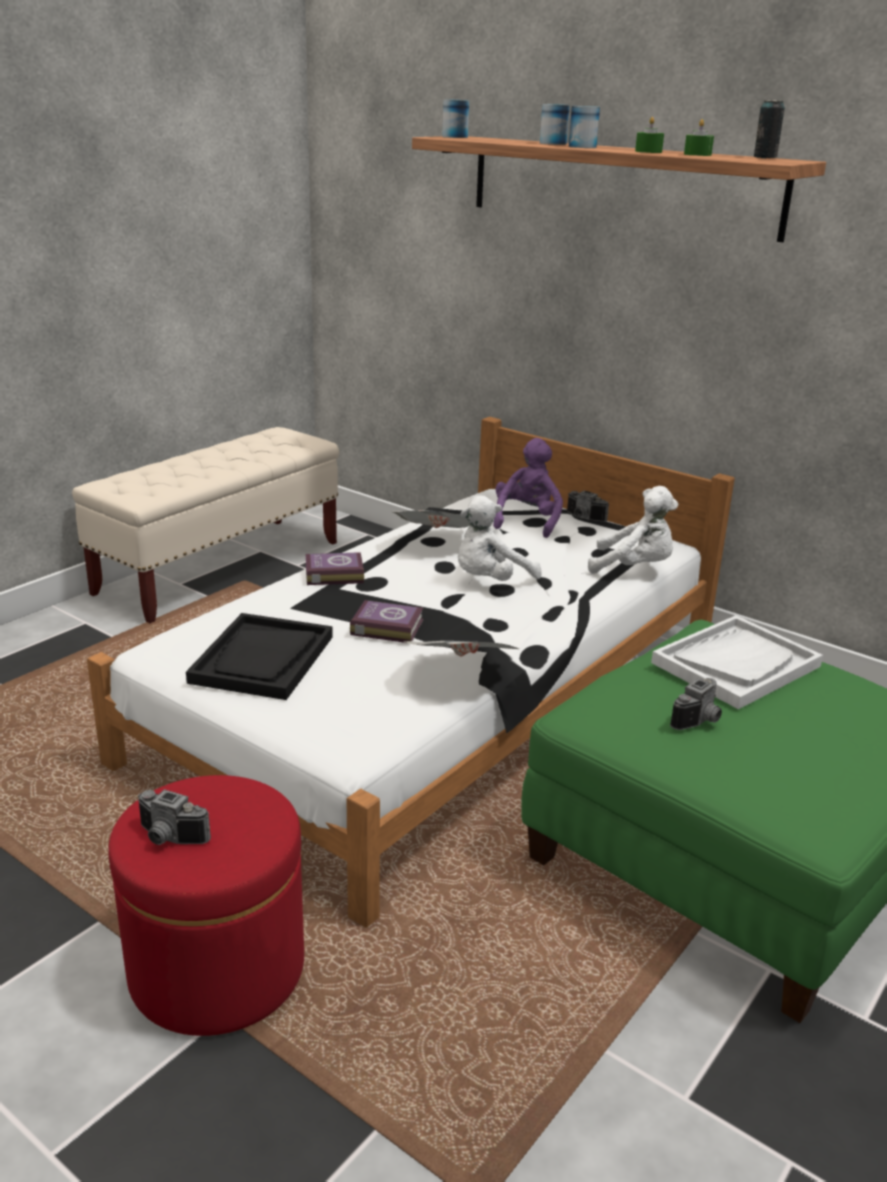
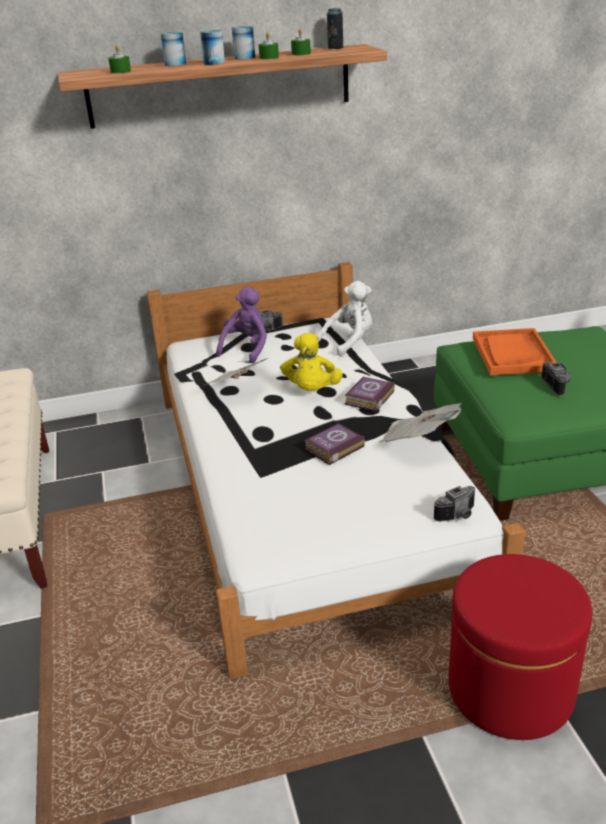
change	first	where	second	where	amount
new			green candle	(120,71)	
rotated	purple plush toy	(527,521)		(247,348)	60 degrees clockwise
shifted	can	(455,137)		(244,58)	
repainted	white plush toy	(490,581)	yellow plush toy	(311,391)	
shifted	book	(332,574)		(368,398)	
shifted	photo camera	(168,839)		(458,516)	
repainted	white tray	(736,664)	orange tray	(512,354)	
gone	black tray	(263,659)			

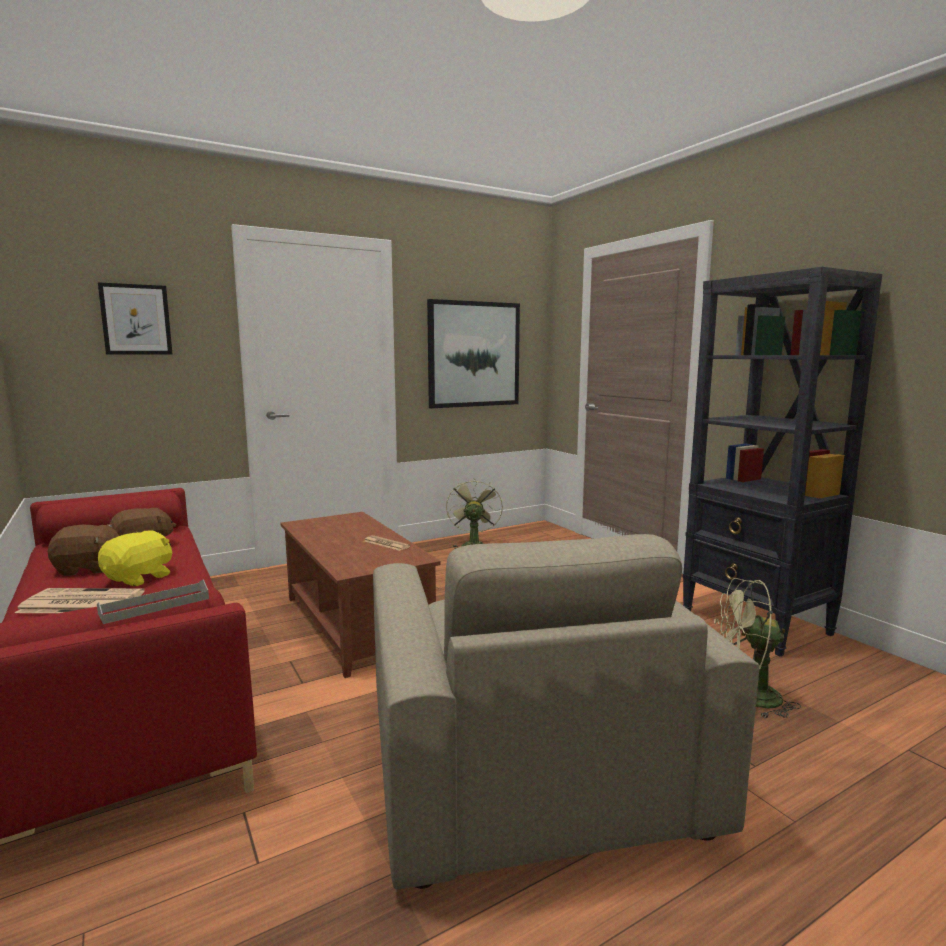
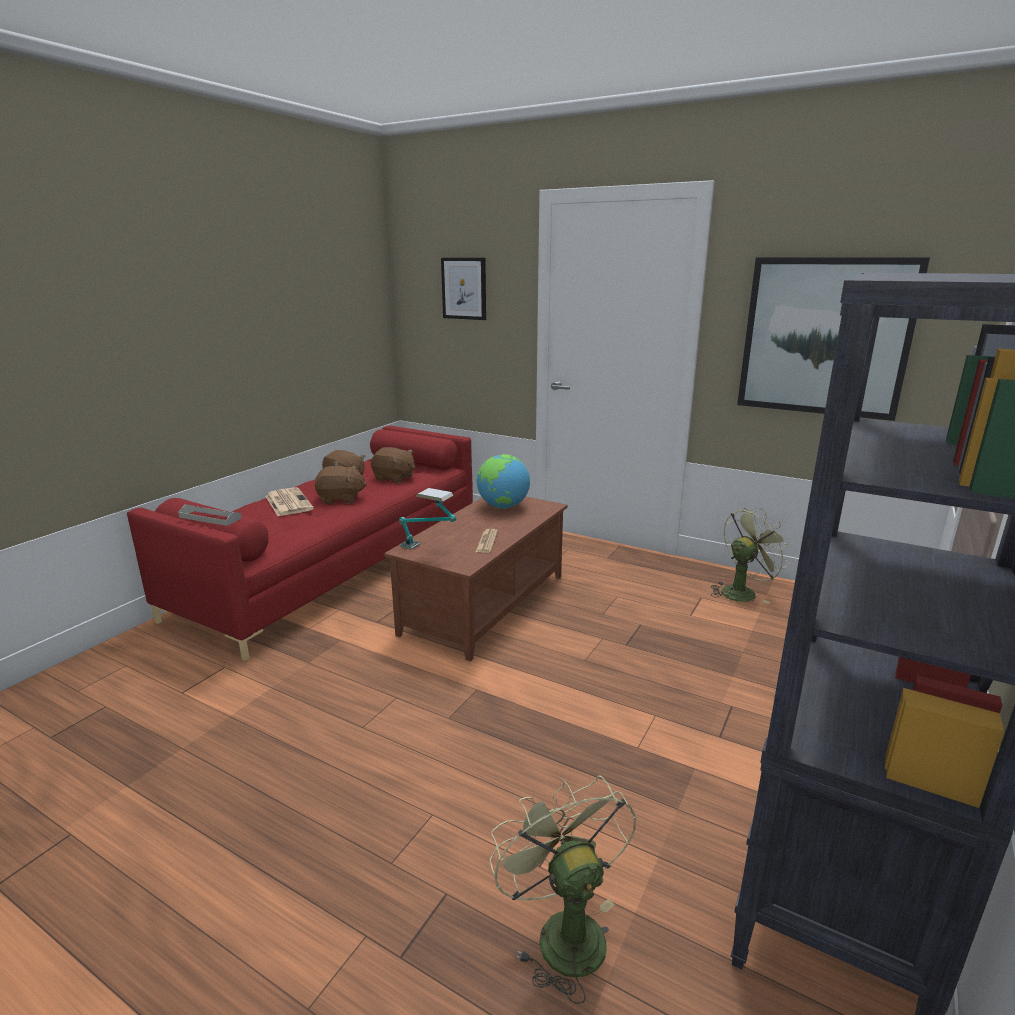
change	first	where	second	where	amount
repainted	yellow plush toy	(140,578)	brown plush toy	(341,499)	
new			table lamp	(428,550)	
new			globe	(503,507)	
gone	beige armchair	(525,755)			

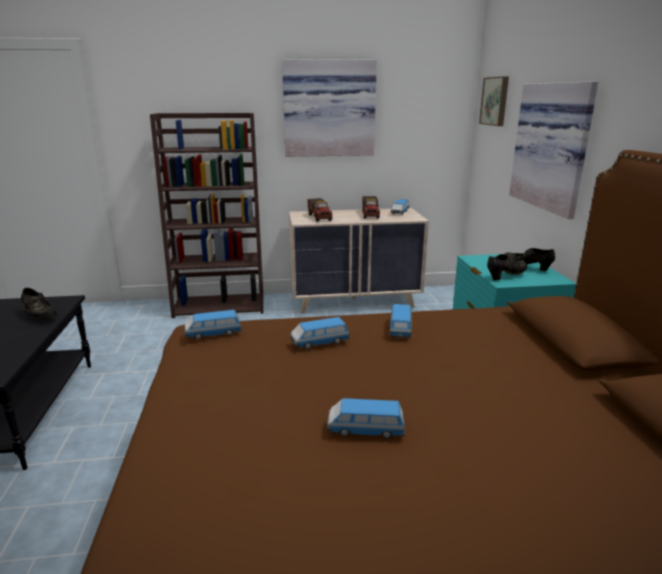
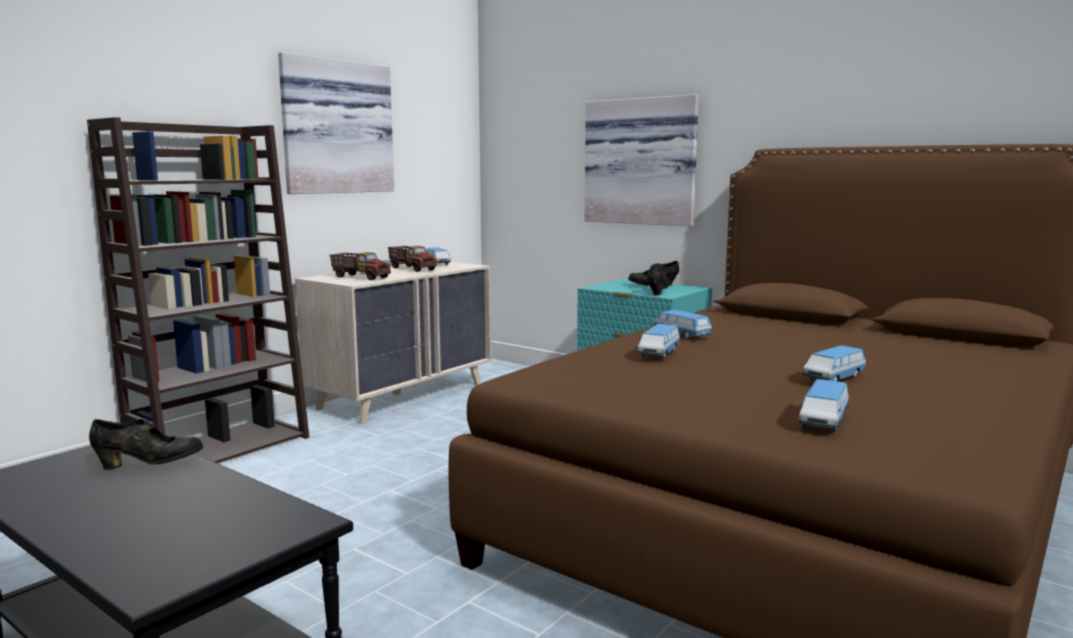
change	first	where	second	where	amount
shifted	toy car	(213,333)		(823,422)	
gone	picture	(495,101)			

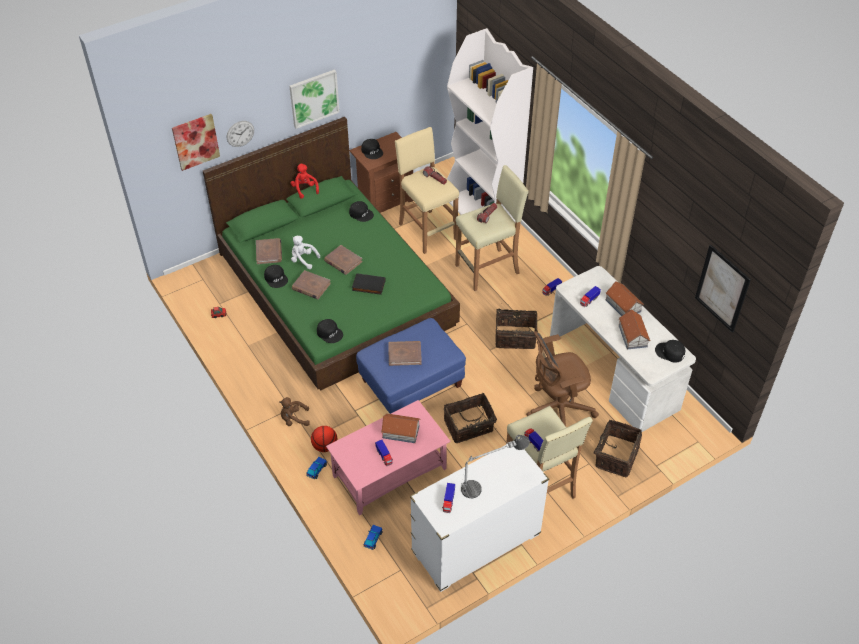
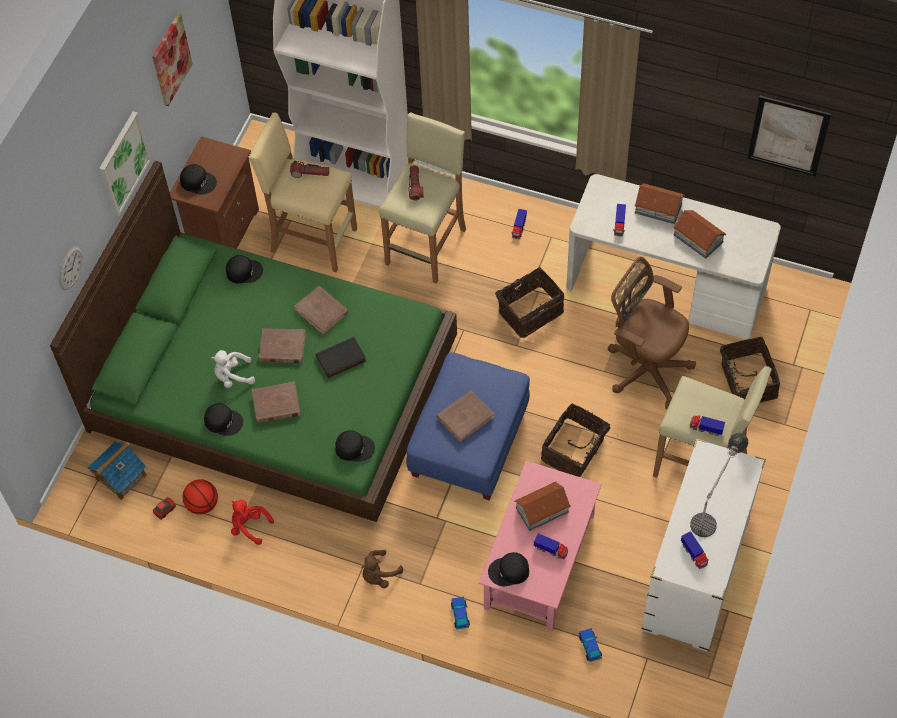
change	first	where	second	where	amount
new			toy house	(121,477)	
shifted	picture	(195,141)		(171,59)	
shifted	basketball	(325,446)		(202,504)	
shifted	red plush toy	(304,189)		(249,526)	
shifted	brown book	(269,252)		(321,311)	
shifted	black cap	(670,353)		(509,571)	
rotated	brown office chair	(556,409)		(645,368)	90 degrees clockwise

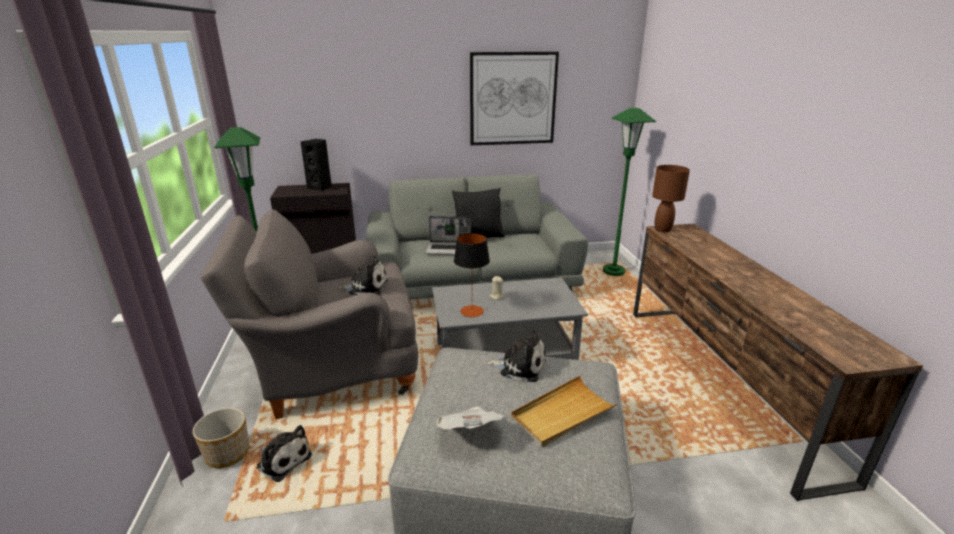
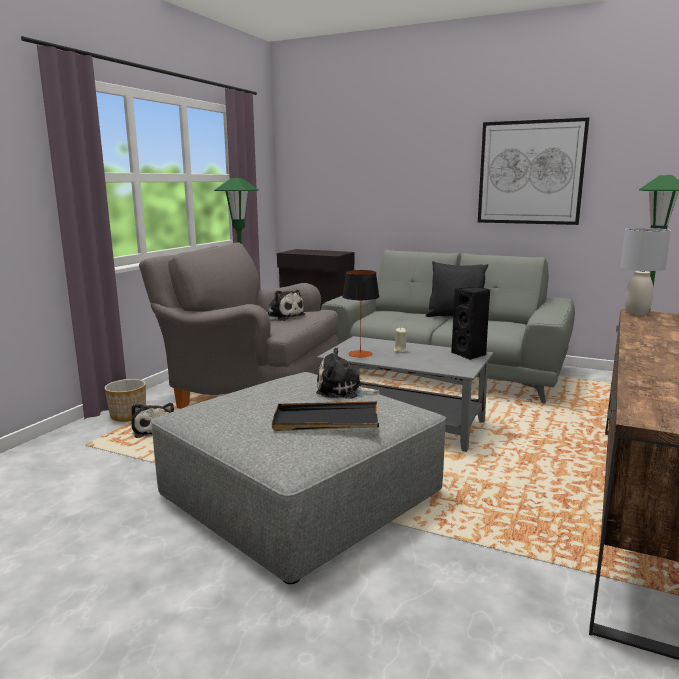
change	first	where	second	where	amount
repainted	beige tray	(562,413)	black tray	(326,421)	
rotated	plush toy	(520,366)		(342,391)	135 degrees clockwise
shifted	black speaker	(320,187)		(470,354)	
repainted	brown table lamp	(662,229)	grey table lamp	(637,313)	
gone	laptop	(449,249)			
gone	newspaper	(469,432)			

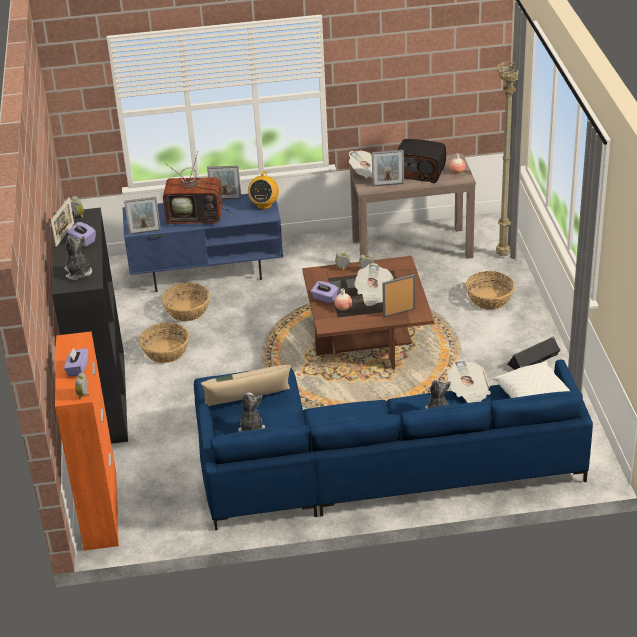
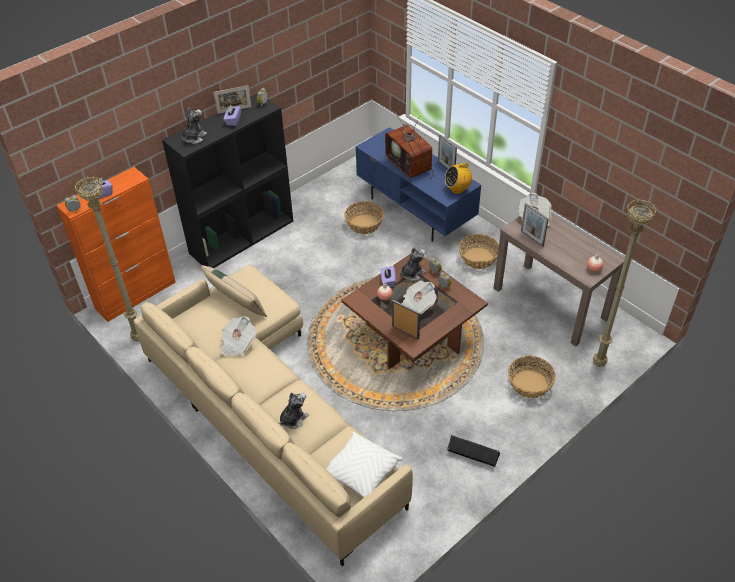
change	first	where	second	where	amount
new			beige floor lamp	(138,338)	
repainted	blue sofa	(369,465)	beige sofa	(268,410)	
shifted	newspaper	(468,392)		(237,344)	
shifted	plush toy	(251,428)		(412,273)	
shifted	basket	(165,351)		(478,258)	
gone	picture frame	(144,232)			
gone	radio	(420,172)			

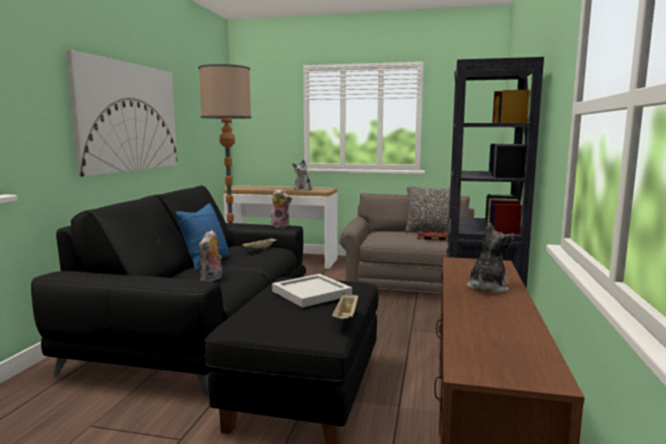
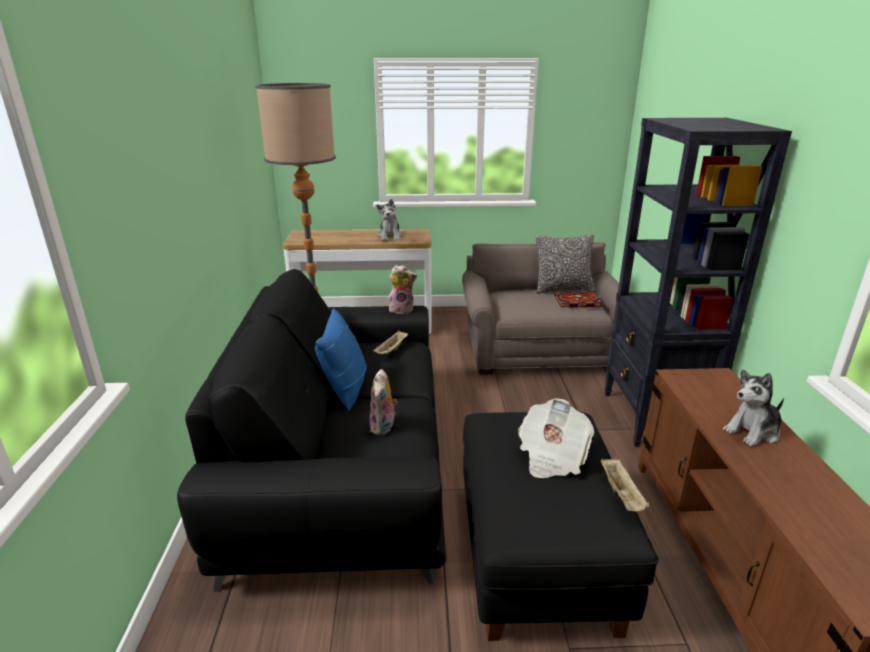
change	first	where	second	where	amount
swapped	white tray	(311,293)	newspaper	(552,456)	
rotated	plush toy	(487,287)		(753,431)	135 degrees counterclockwise
gone	picture	(128,117)			

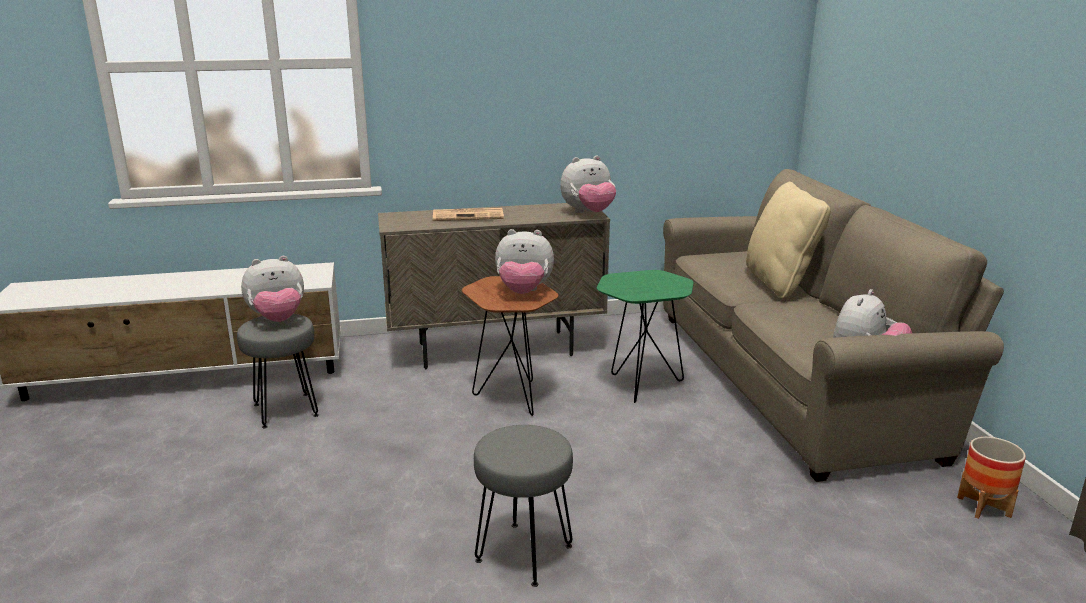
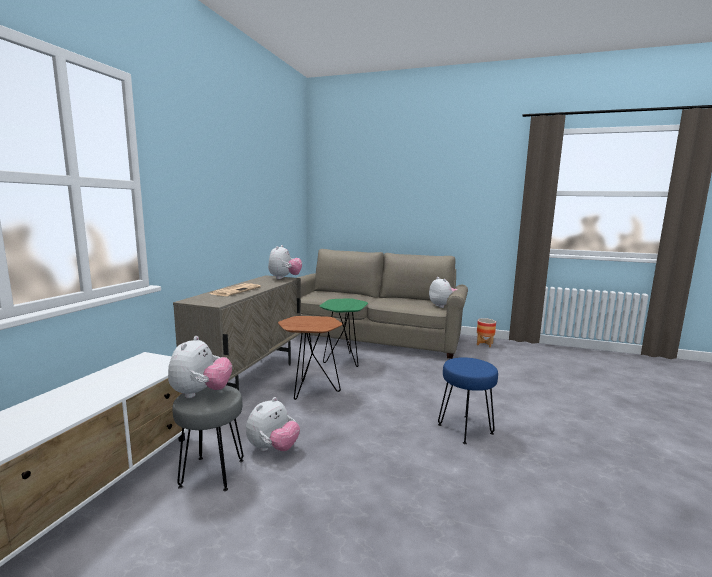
change	first	where	second	where	amount
shifted	plush toy	(523,292)		(273,448)	
repainted	grey stool	(525,553)	blue stool	(465,429)	
gone	beige pillow	(780,283)			

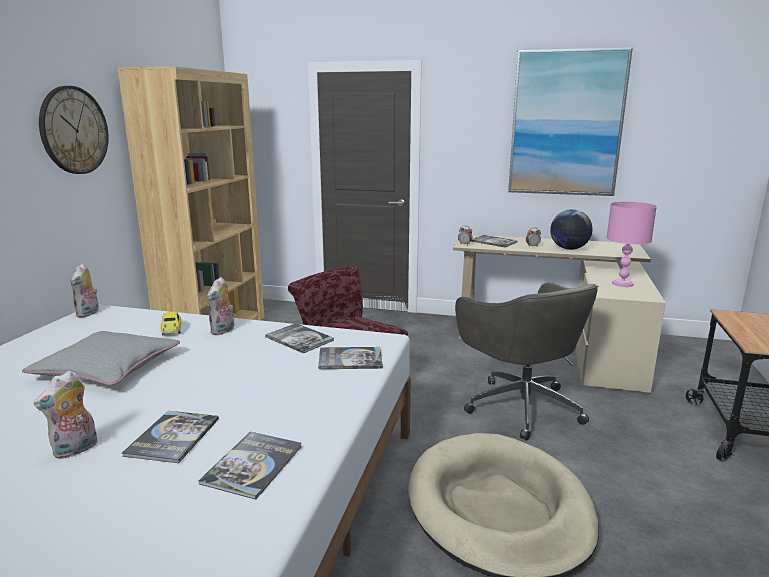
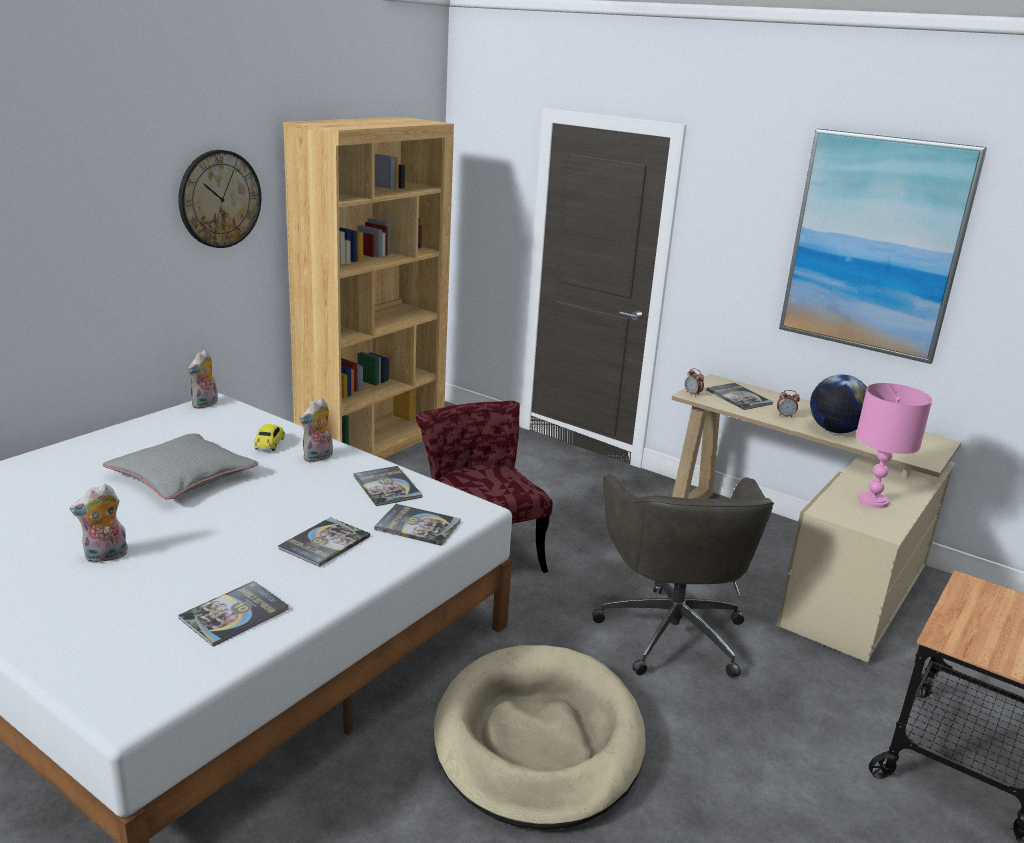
change	first	where	second	where	amount
shifted	book	(173,437)		(325,543)	

